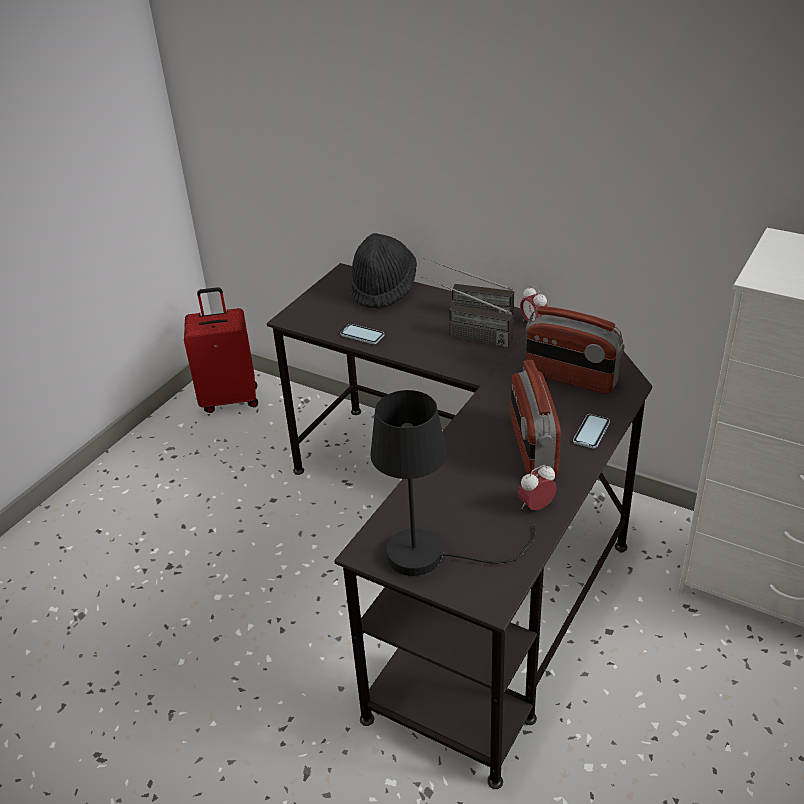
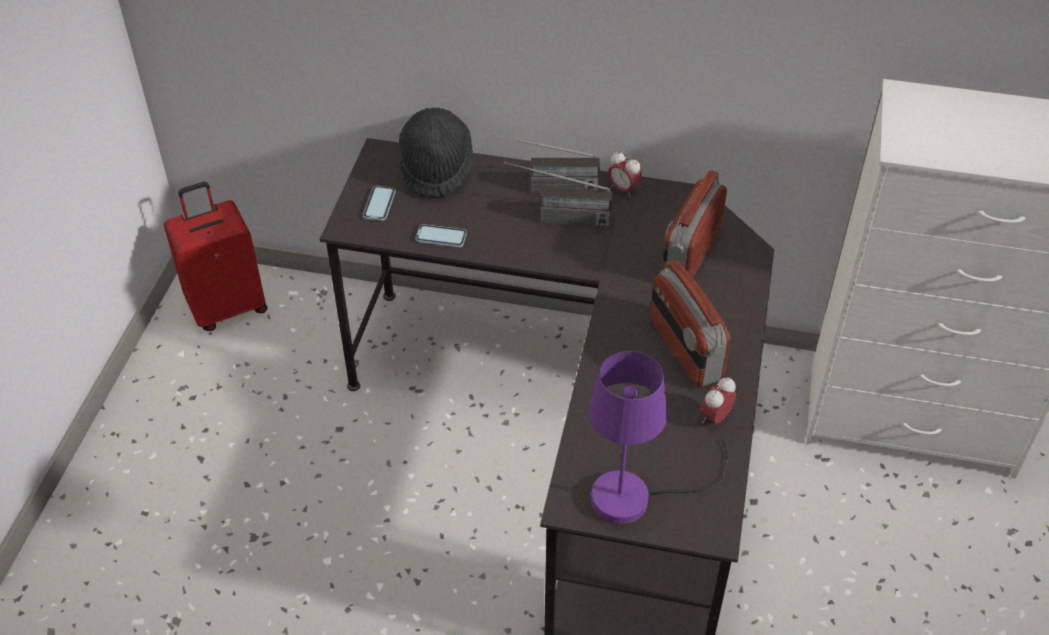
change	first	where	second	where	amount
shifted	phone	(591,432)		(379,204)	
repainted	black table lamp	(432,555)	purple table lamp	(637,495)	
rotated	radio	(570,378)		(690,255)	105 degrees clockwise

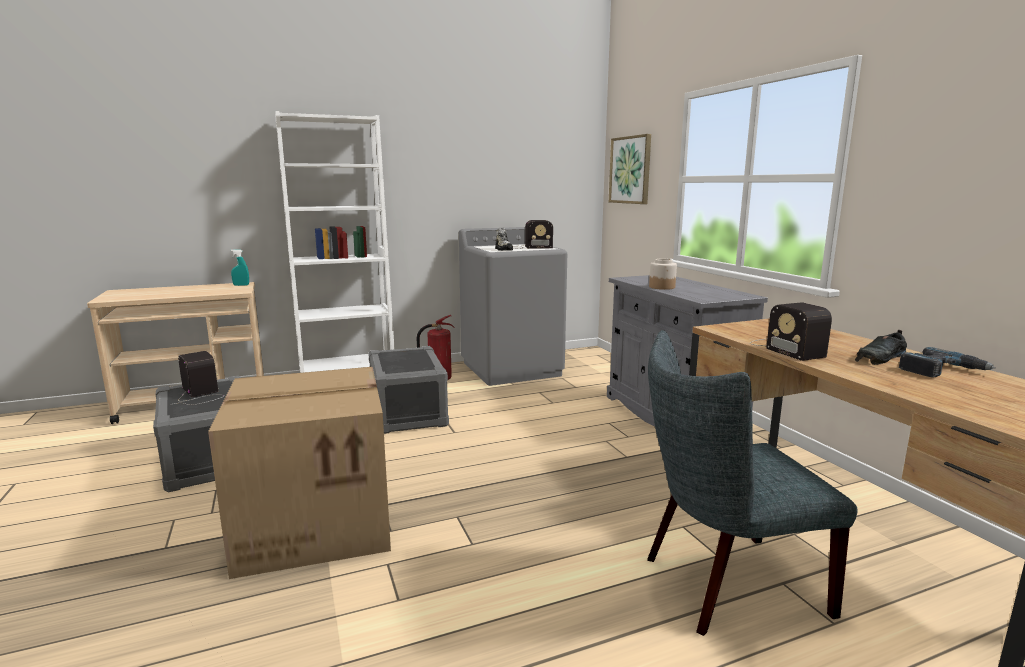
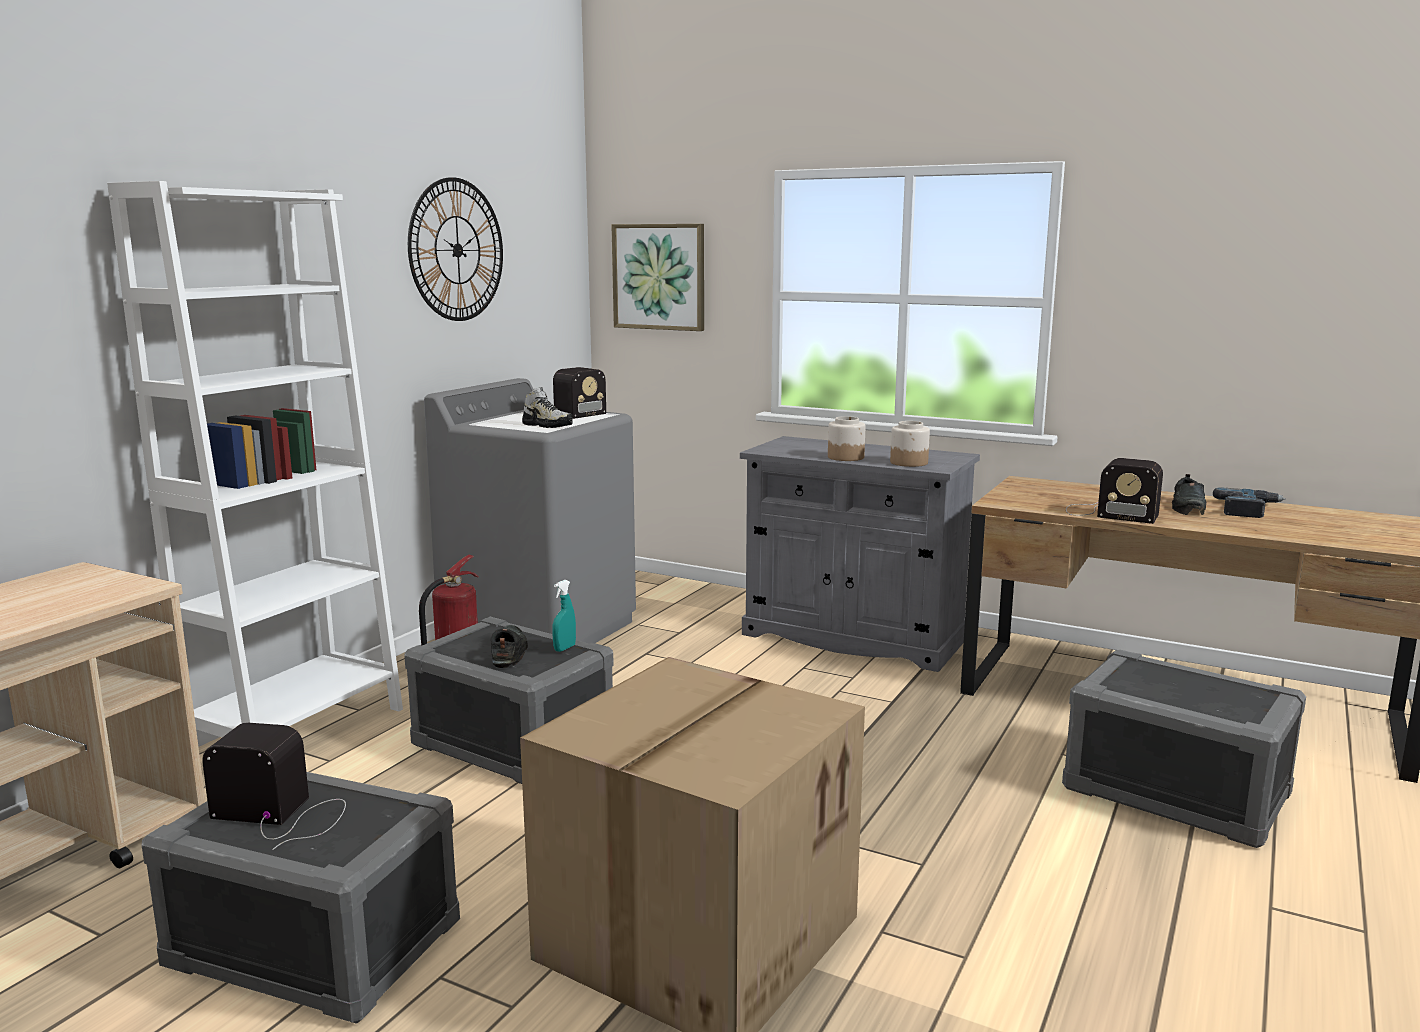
change	first	where	second	where	amount
new			wall clock	(457,250)	
new			black shoe	(508,652)	
shifted	turquoise spray bottle	(241,285)		(564,648)	
new			jar	(909,463)	
swapped	grey chair	(723,585)	grey storage box	(1174,792)	

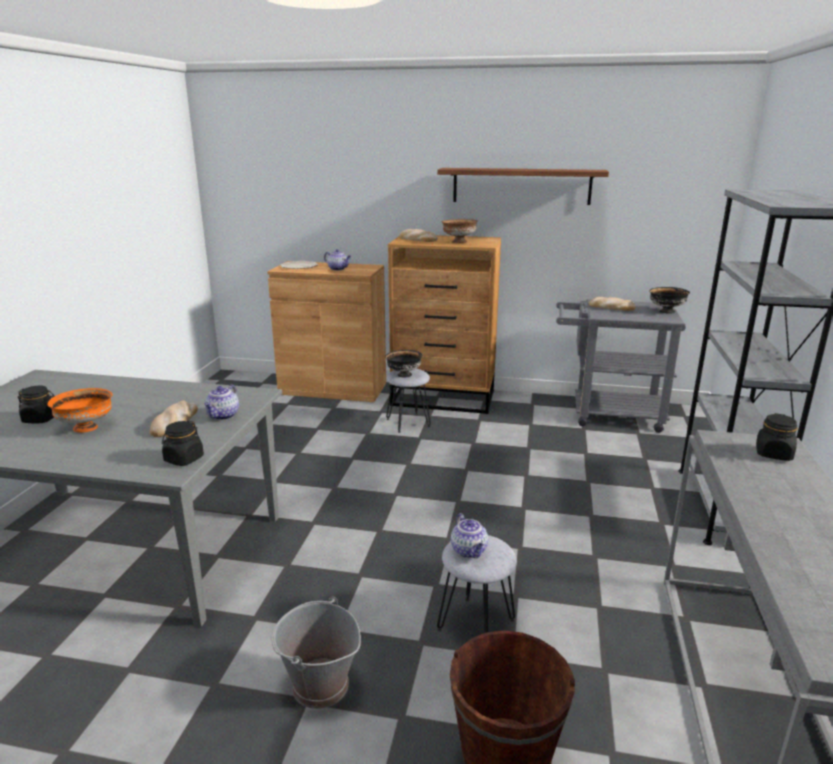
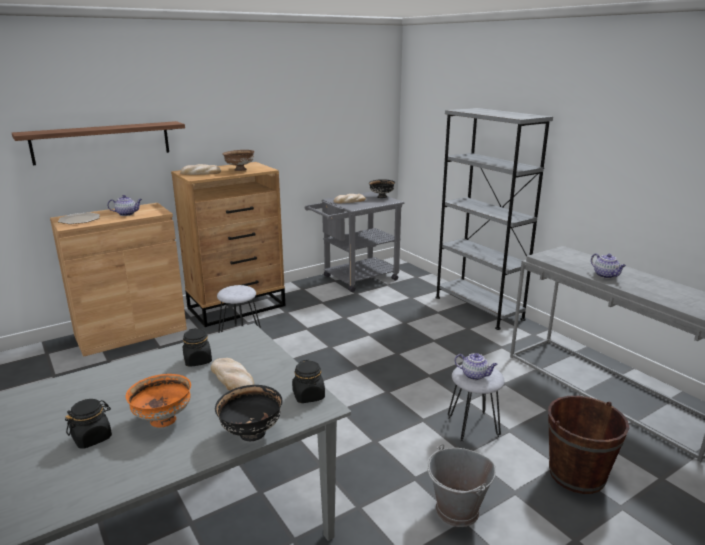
change	first	where	second	where	amount
shifted	shelf	(521,186)		(102,142)	
shifted	black jar	(773,454)		(198,360)	
shifted	black bowl	(403,375)		(251,434)	
shifted	teapot	(223,416)		(606,275)	

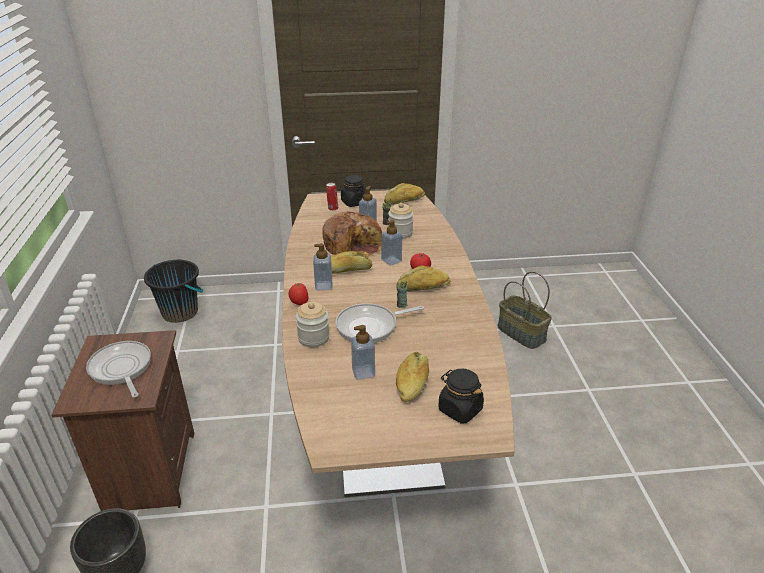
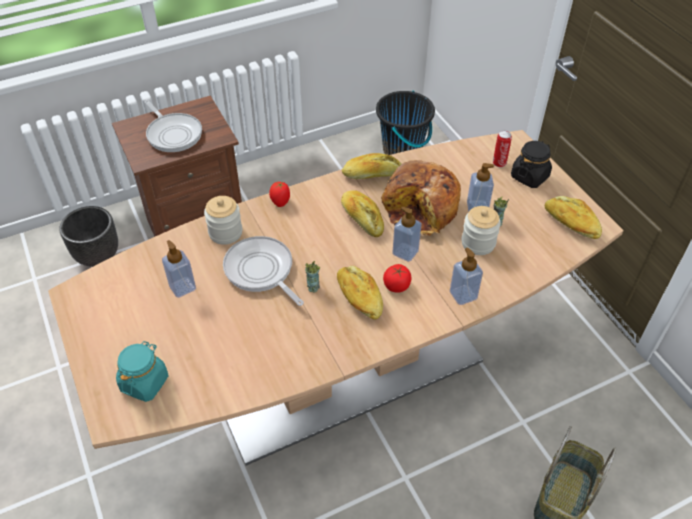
change	first	where	second	where	amount
repainted	black jar	(459,409)	turquoise jar	(144,382)	
rotated	frying pan	(121,369)		(173,134)	105 degrees clockwise
shifted	bread	(412,383)		(372,175)	
shifted	soap dispenser	(323,286)		(463,295)	

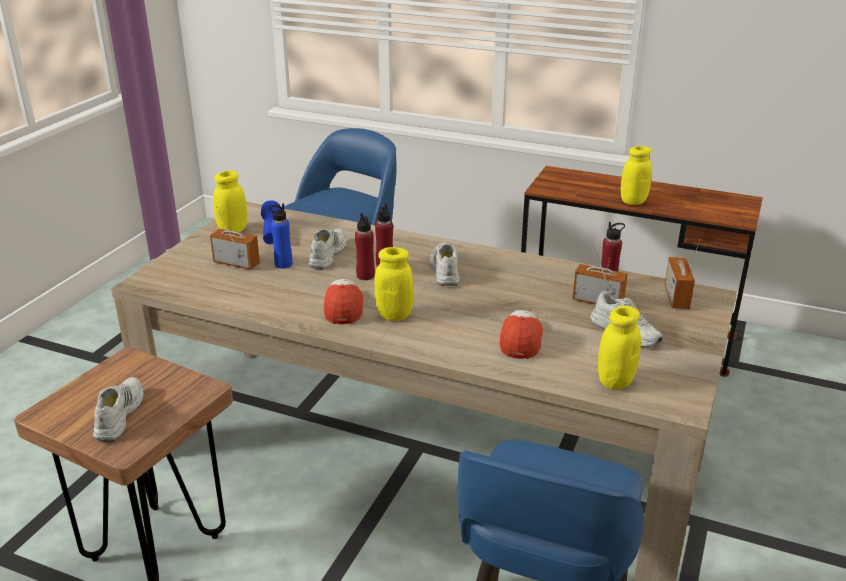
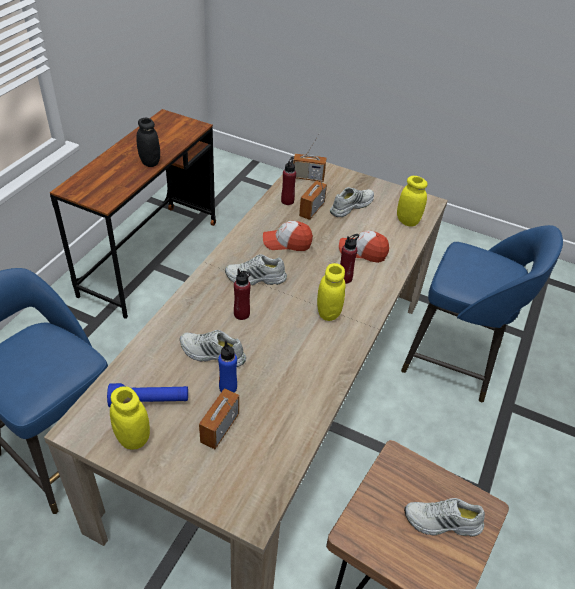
change	first	where	second	where	amount
repainted	yellow jar	(633,201)	black jar	(150,162)	
shifted	cap	(344,307)		(287,242)	
shifted	red bottle	(365,276)		(345,278)	

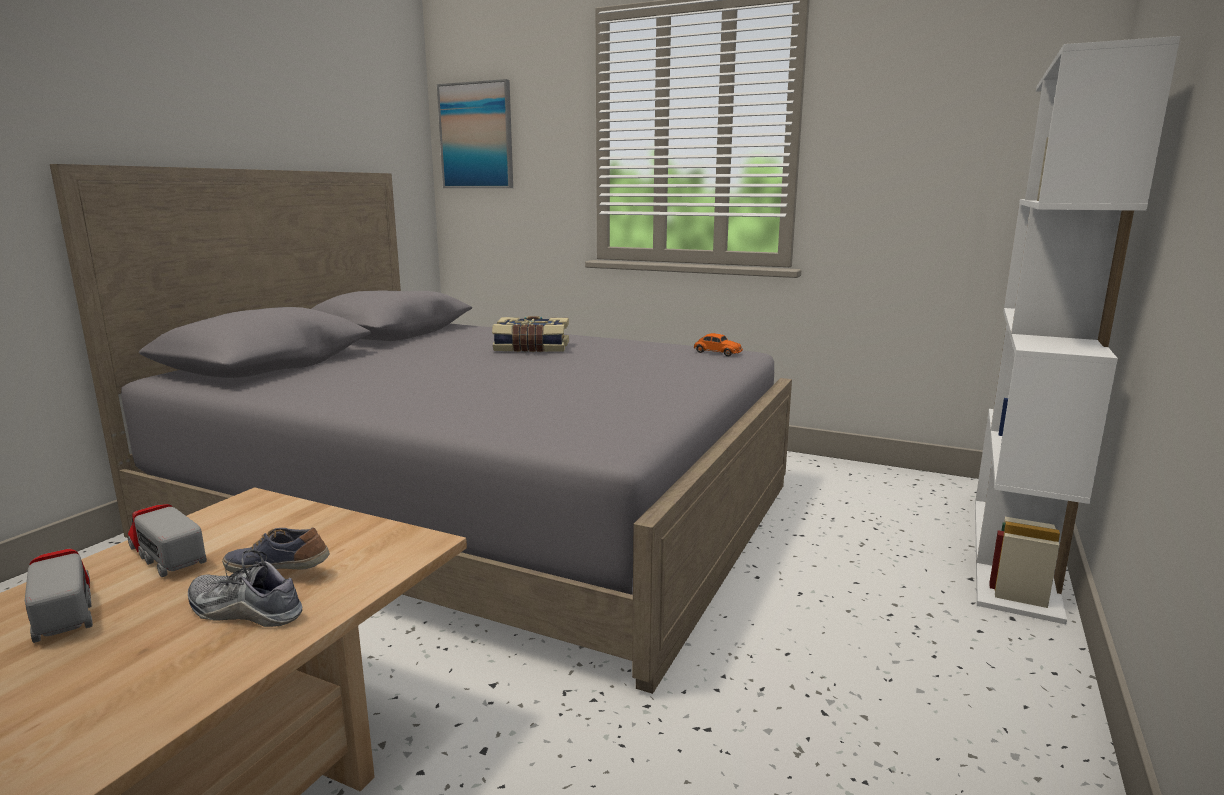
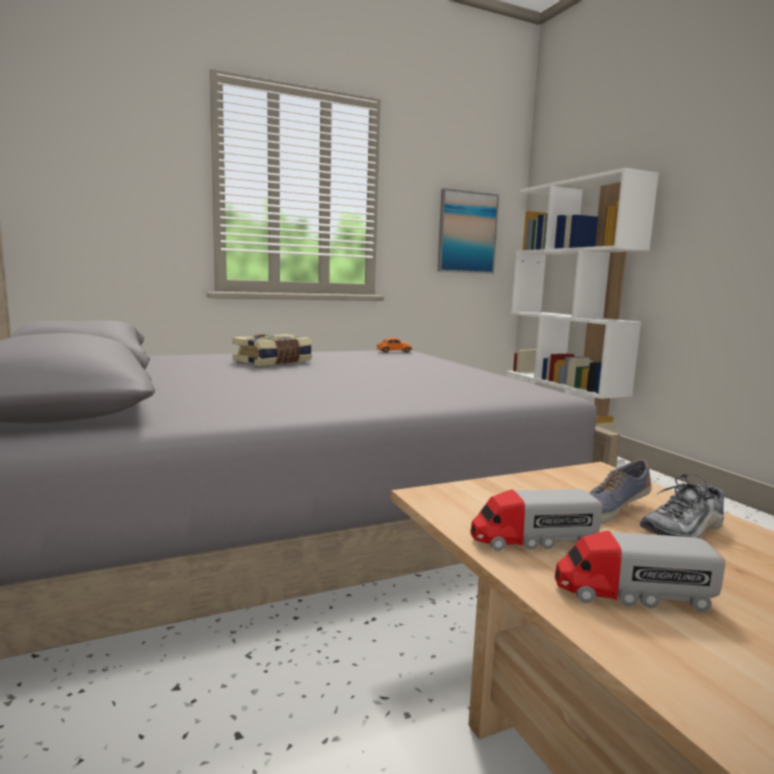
change	first	where	second	where	amount
shifted	picture	(476,136)		(467,232)	

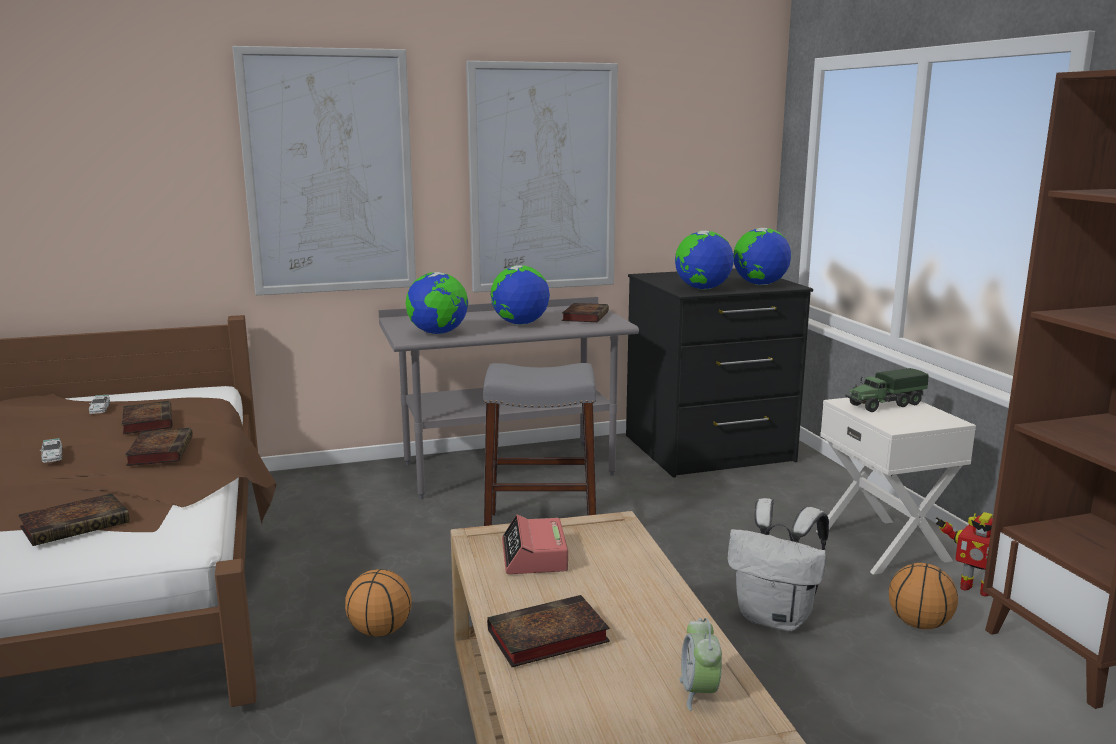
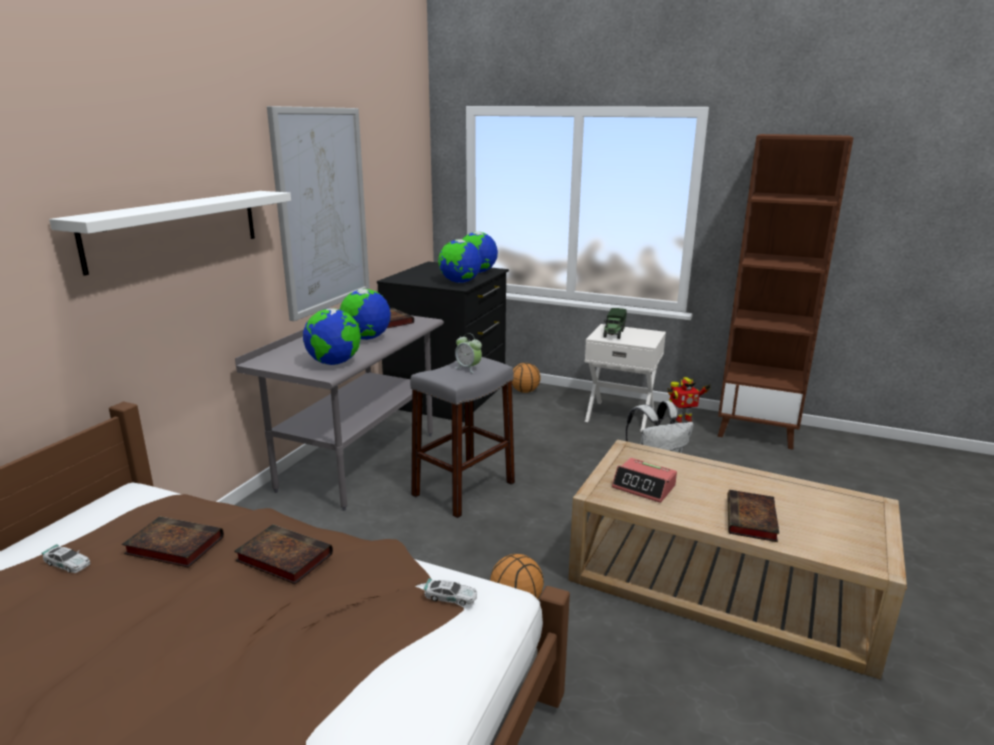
change	first	where	second	where	amount
swapped	picture	(329,173)	white shelf	(175,228)	
shifted	toy car	(52,455)		(450,597)	
shifted	alarm clock	(699,693)		(468,368)	
shifted	basketball	(919,625)		(525,391)	
gone	book	(78,524)			

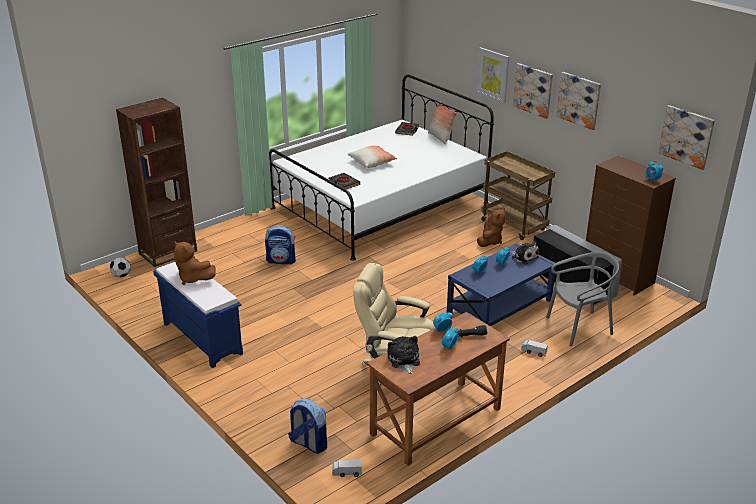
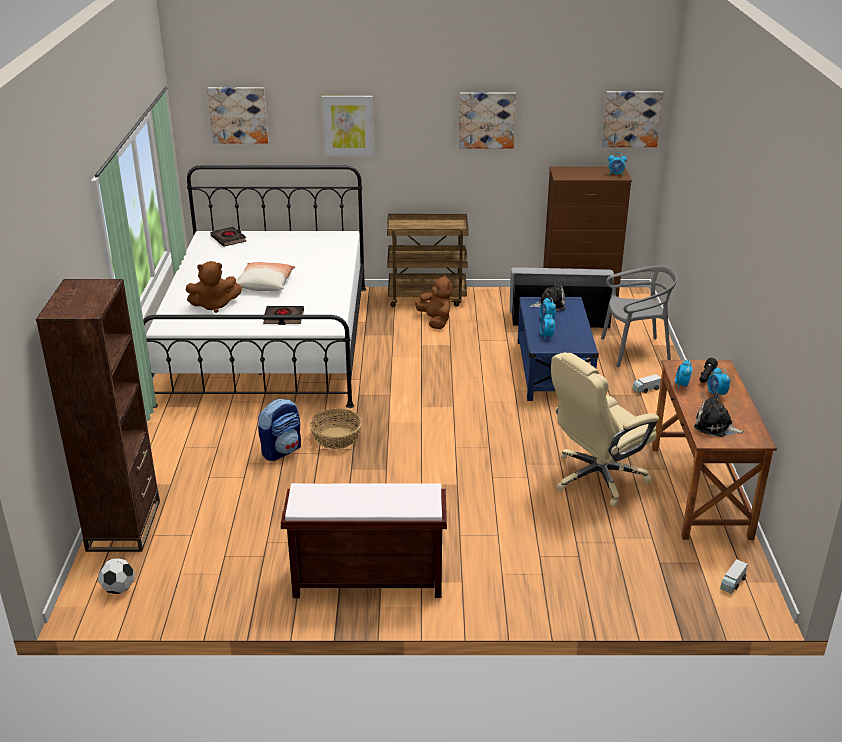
change	first	where	second	where	amount
shifted	brown plush toy	(193,278)		(214,305)	
shifted	picture	(533,90)		(238,115)	
repainted	blue bench	(201,338)	brown bench	(366,580)	
new			basket	(336,438)	
rotated	grey chair	(579,327)		(634,351)	60 degrees clockwise
gone	backpack	(308,444)			
gone	pillow	(440,138)			

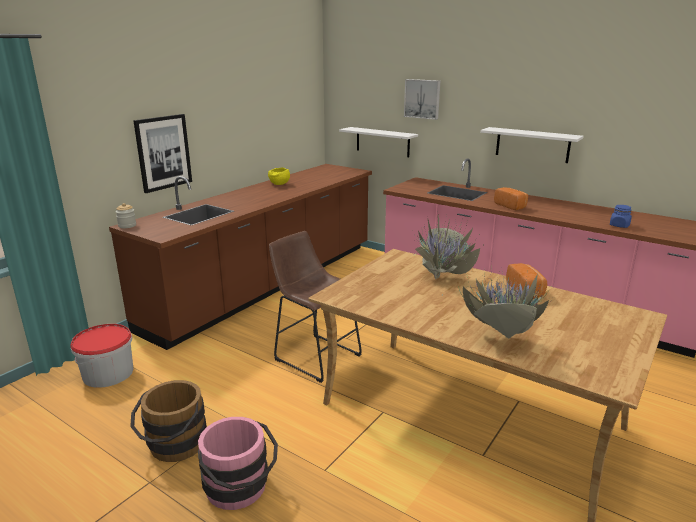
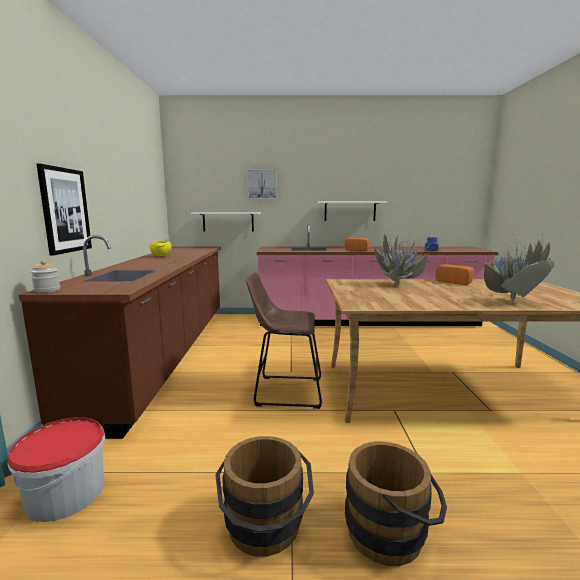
change	first	where	second	where	amount
repainted	pink bucket	(240,489)	brown bucket	(392,532)	

